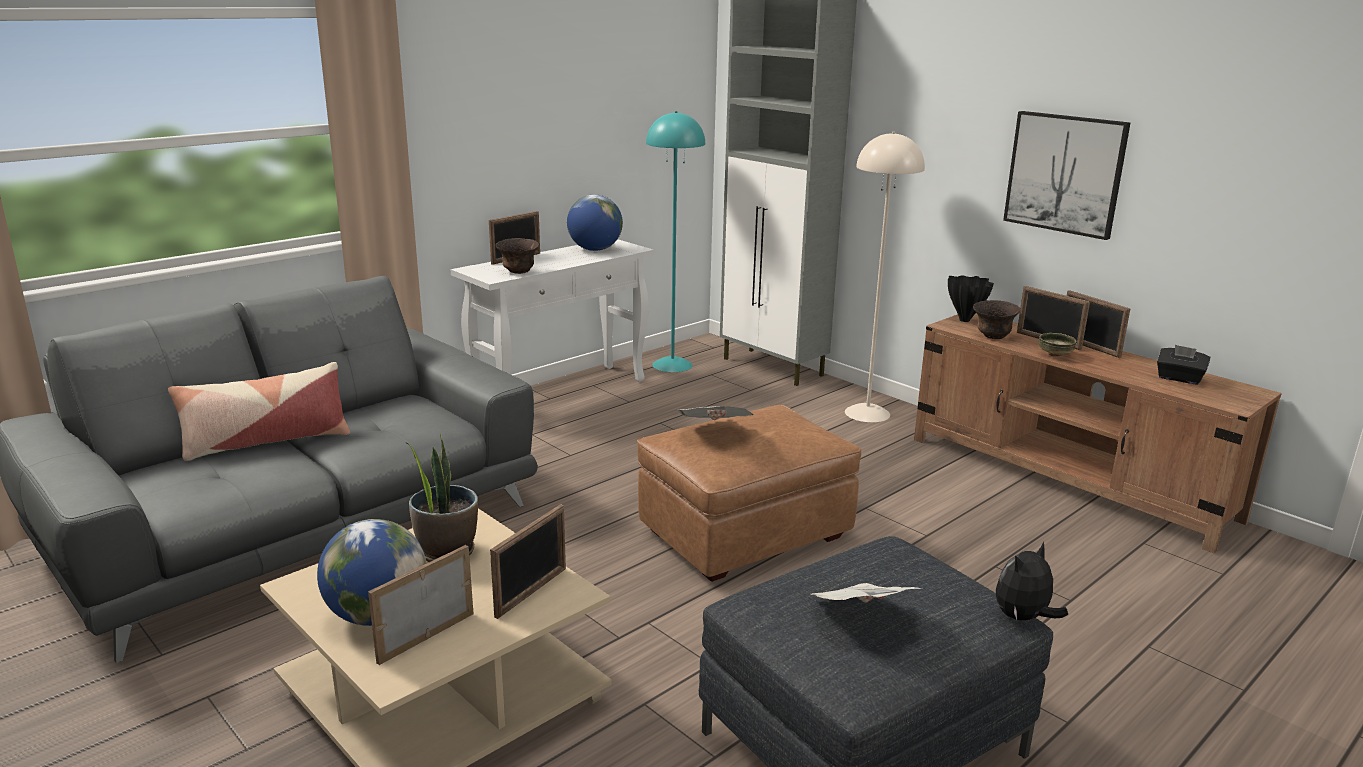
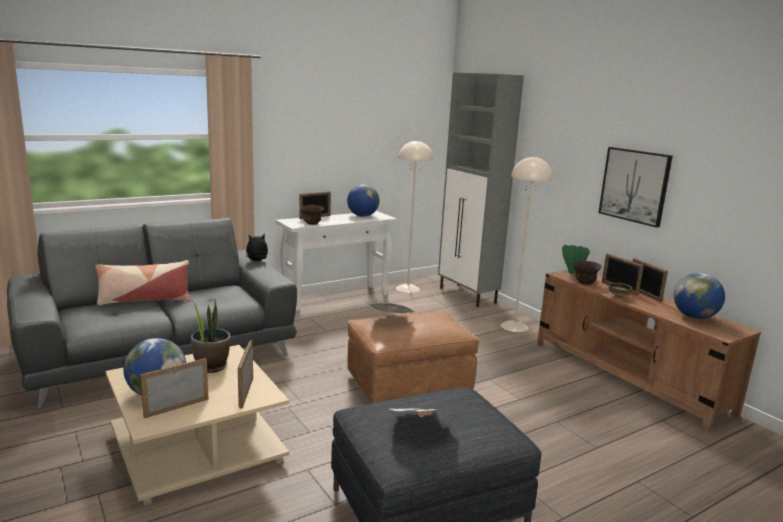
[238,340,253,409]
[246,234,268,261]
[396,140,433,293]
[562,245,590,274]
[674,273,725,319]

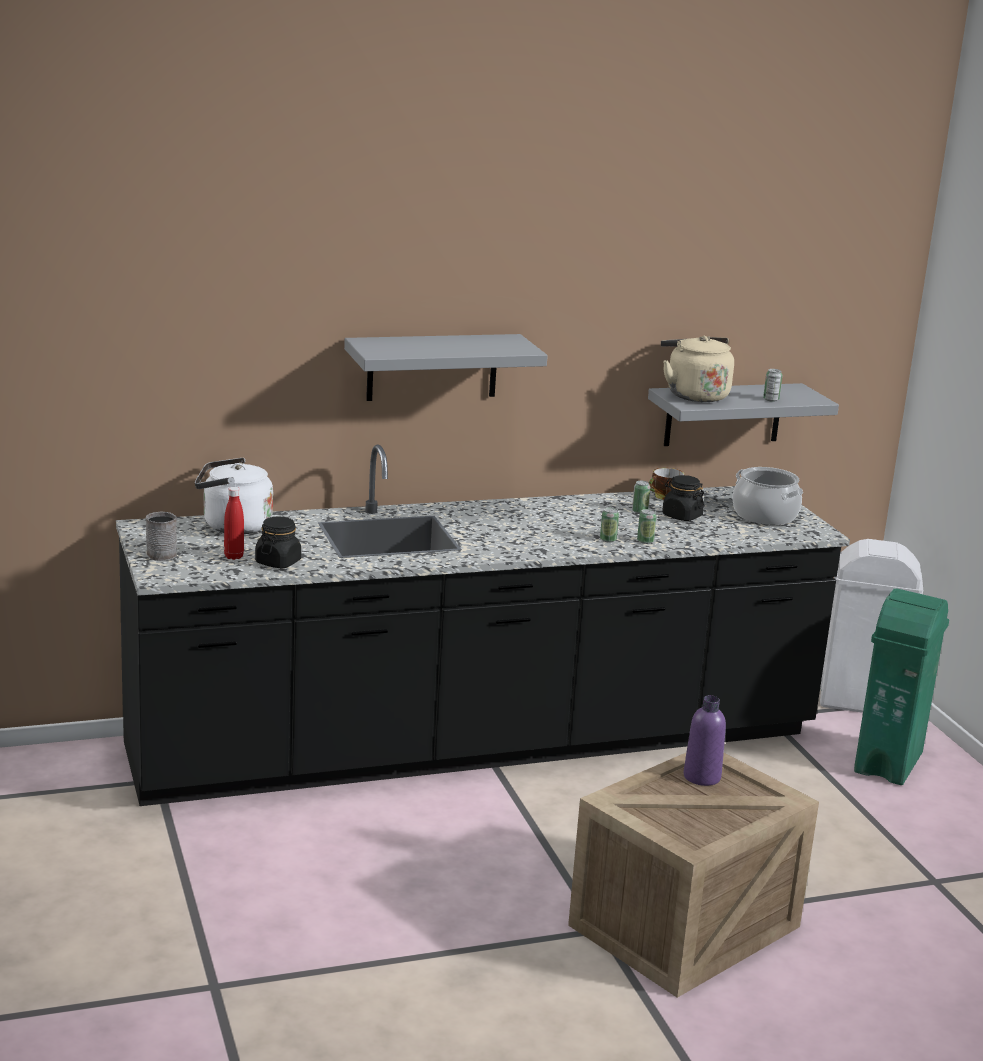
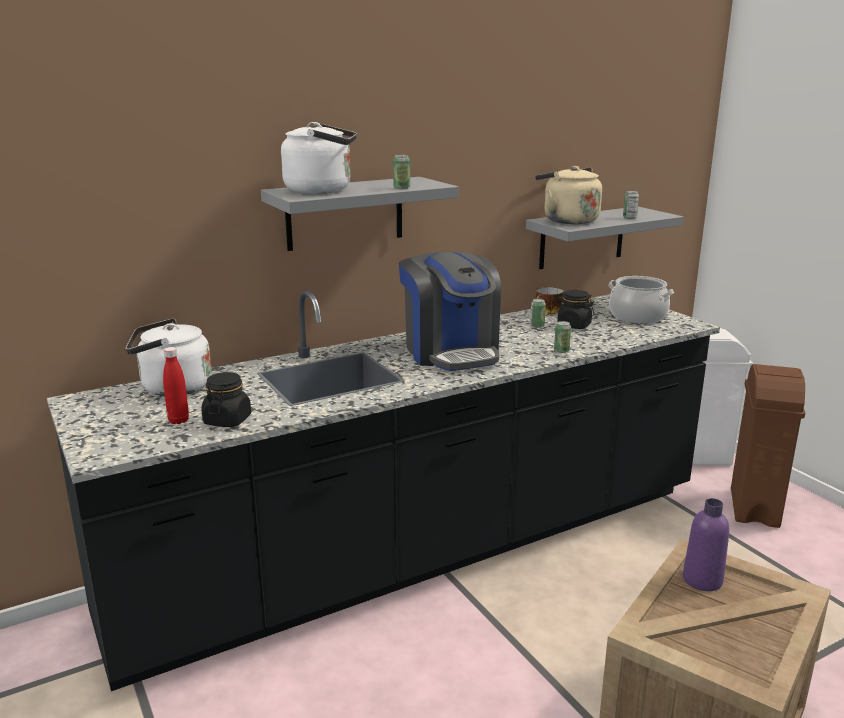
[281,122,357,194]
[393,155,410,189]
[399,252,501,371]
[731,364,805,528]
[146,512,177,561] (first image)

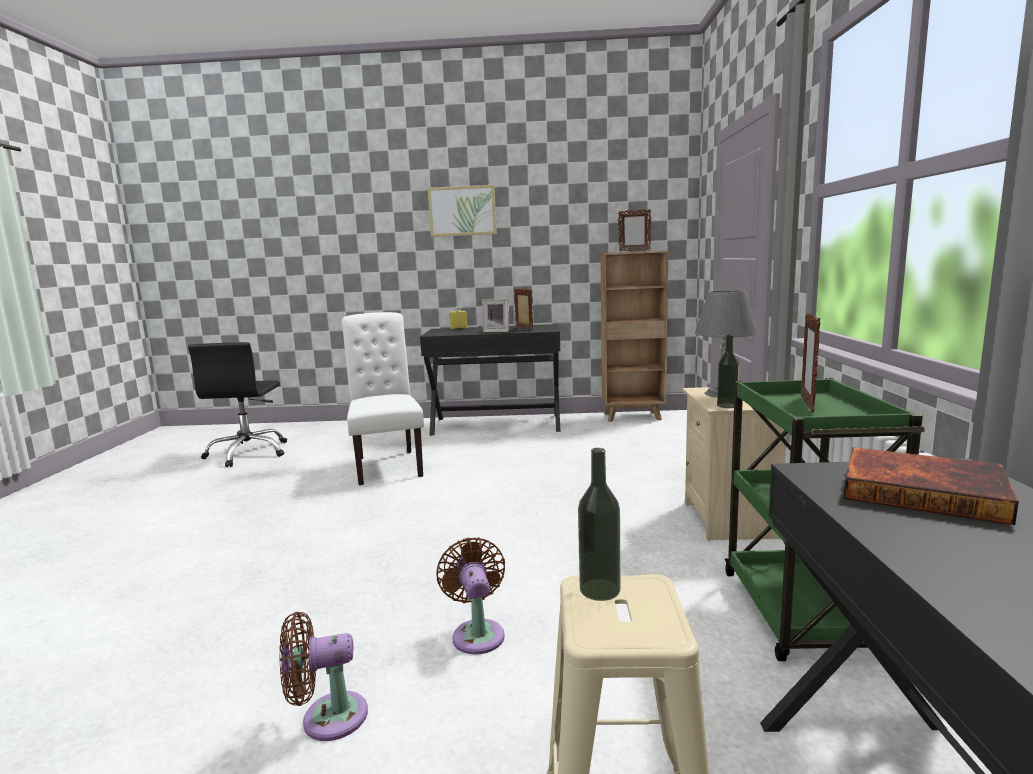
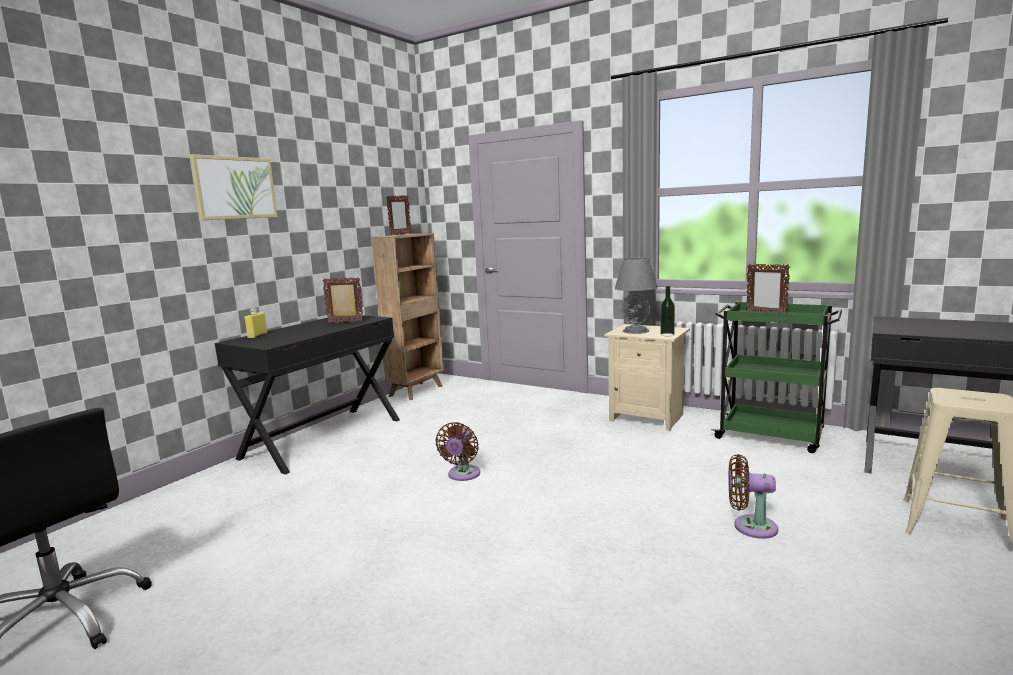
[436,422,480,481]
[341,312,424,485] (first image)
[482,299,509,332] (first image)
[578,448,620,601] (first image)
[844,447,1019,525] (first image)

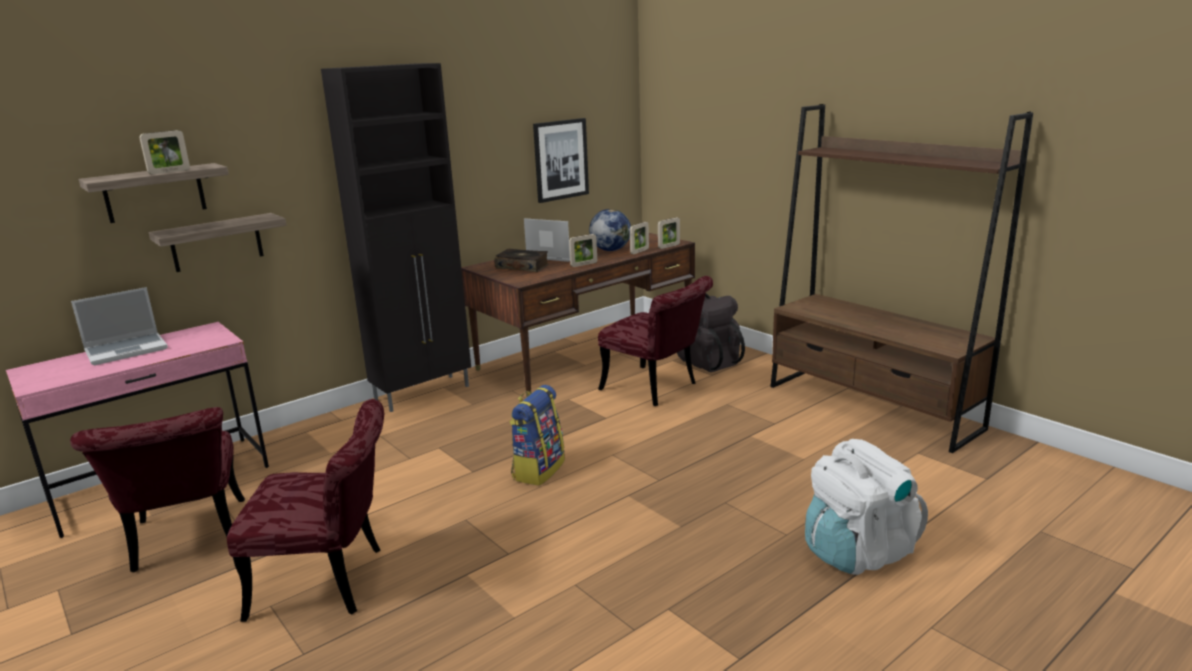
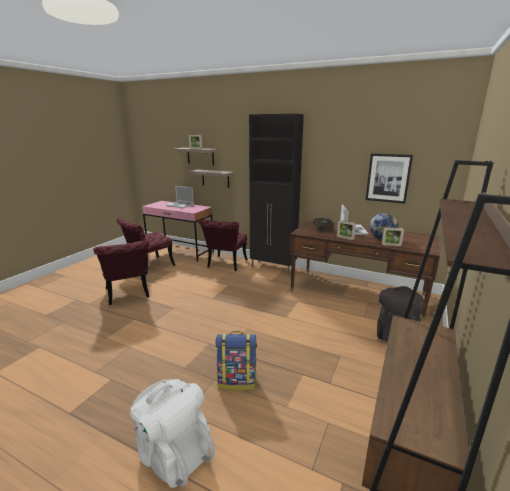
[198,219,247,271]
[215,331,257,391]
[658,217,680,249] (first image)

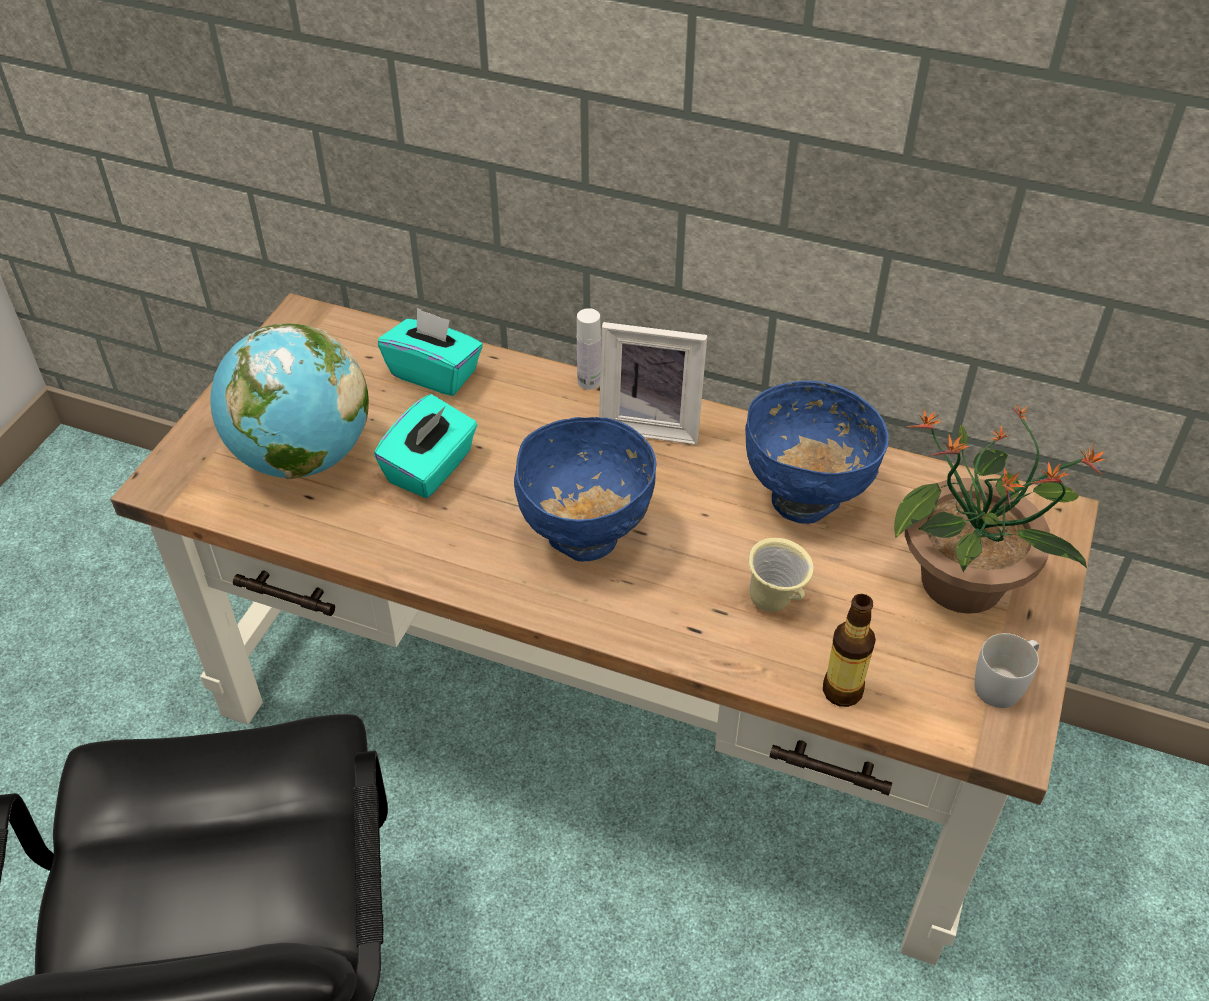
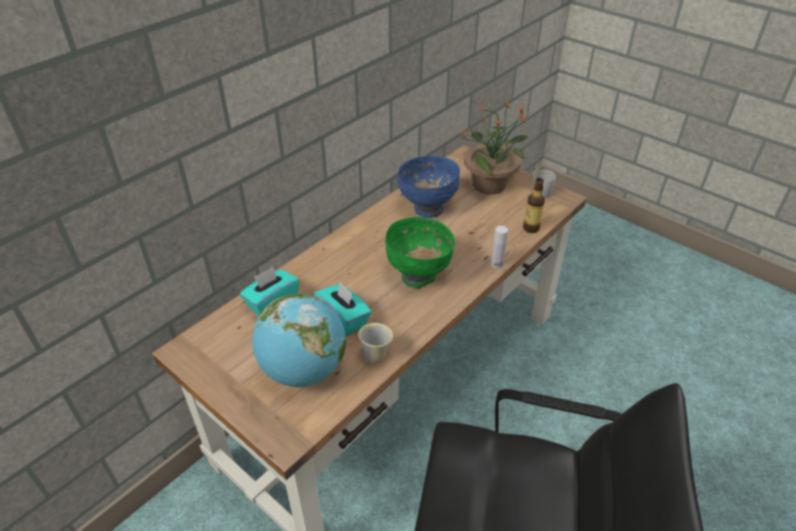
[358,323,393,363]
[386,217,455,288]
[491,226,508,269]
[599,322,707,445] (first image)

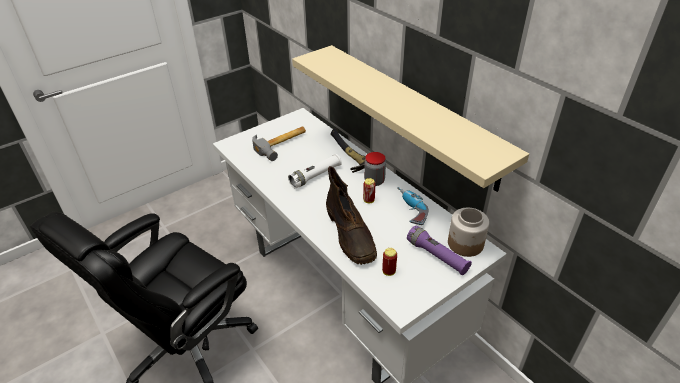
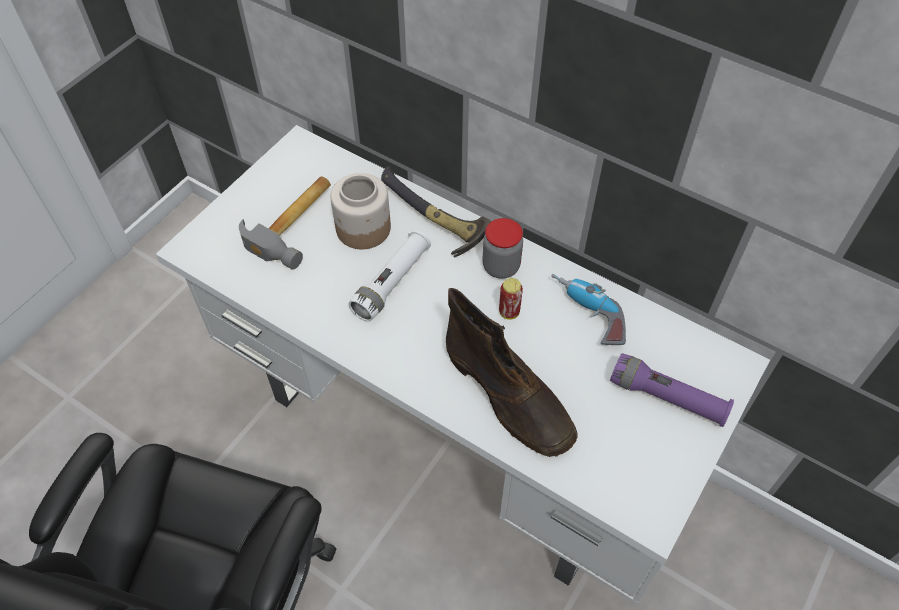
[330,173,391,249]
[292,45,529,192] (first image)
[382,248,397,276] (first image)

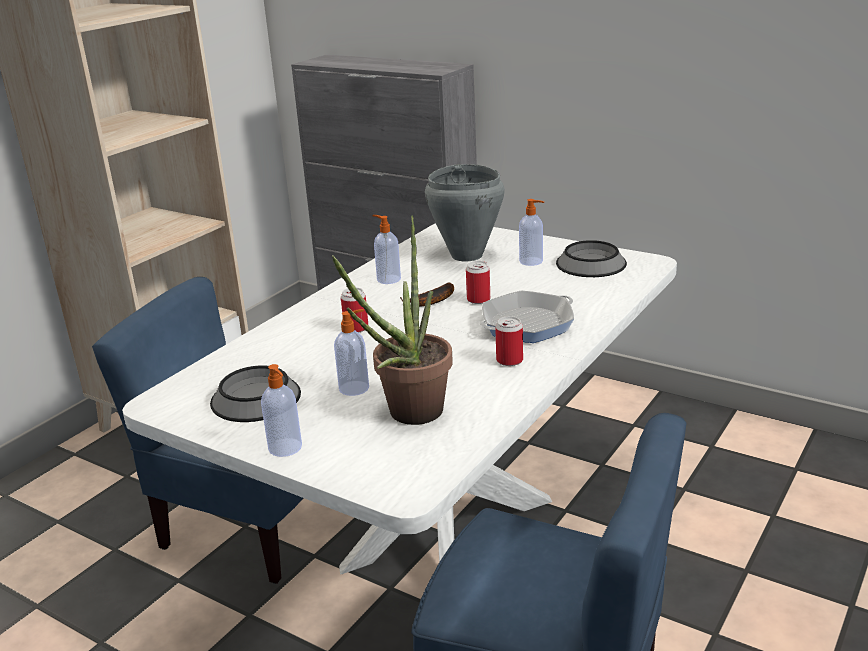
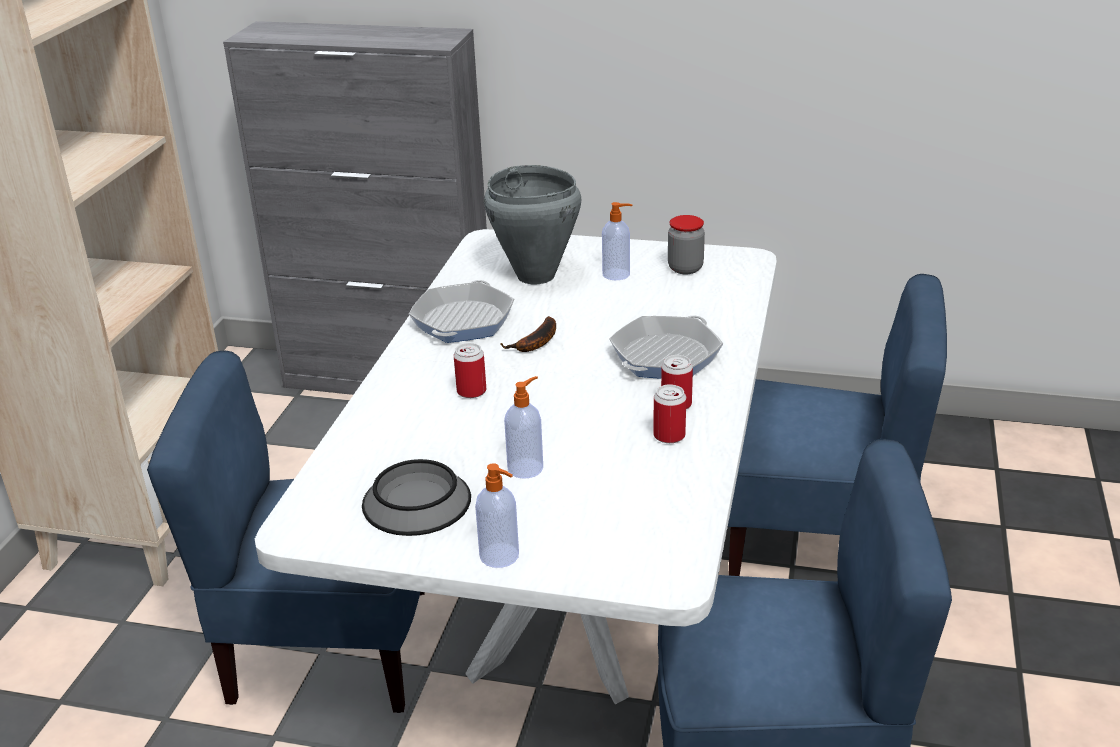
[409,280,514,343]
[653,384,686,443]
[668,215,705,274]
[728,274,947,576]
[332,215,453,425] (first image)

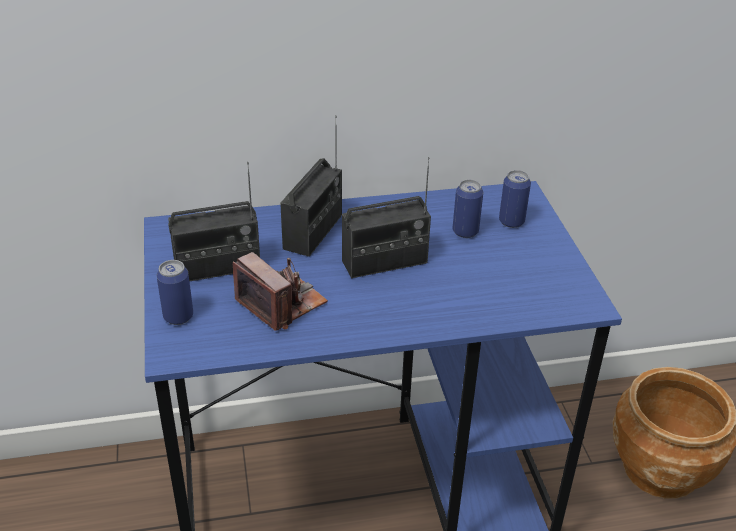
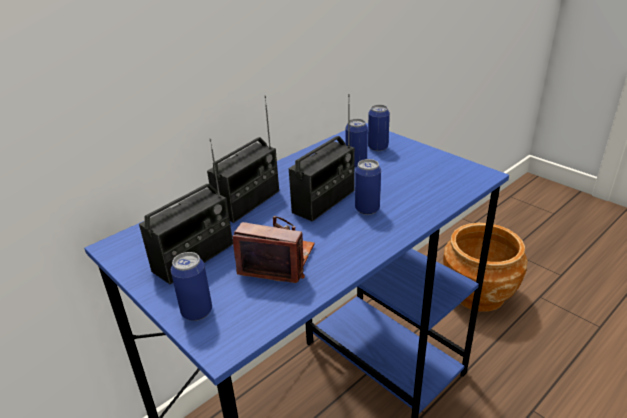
[207,95,279,223]
[355,159,381,215]

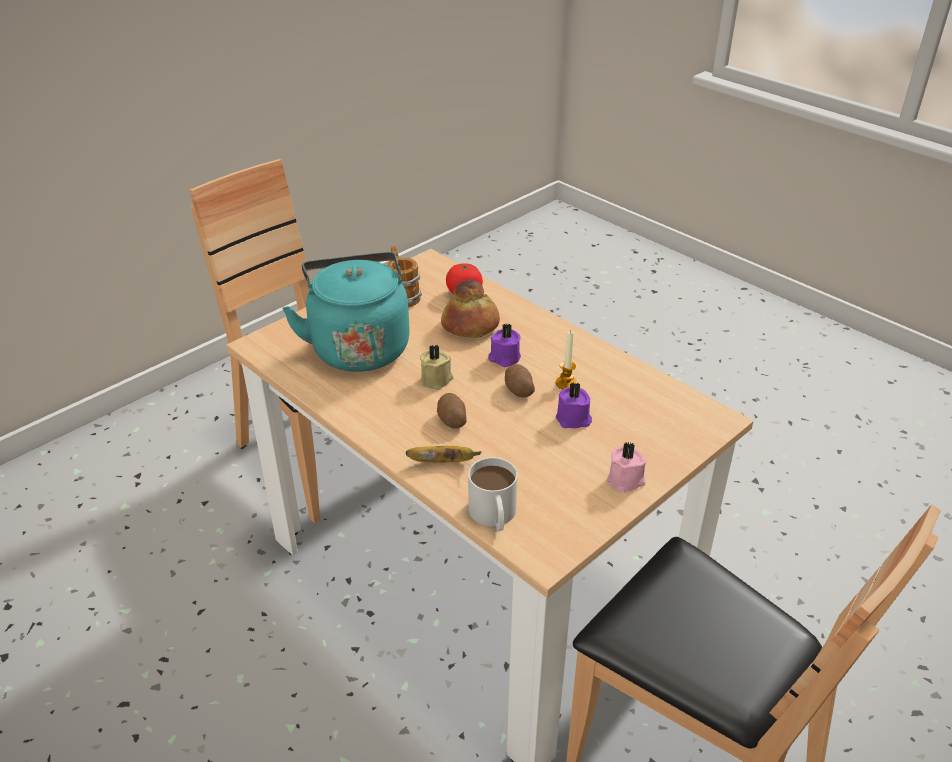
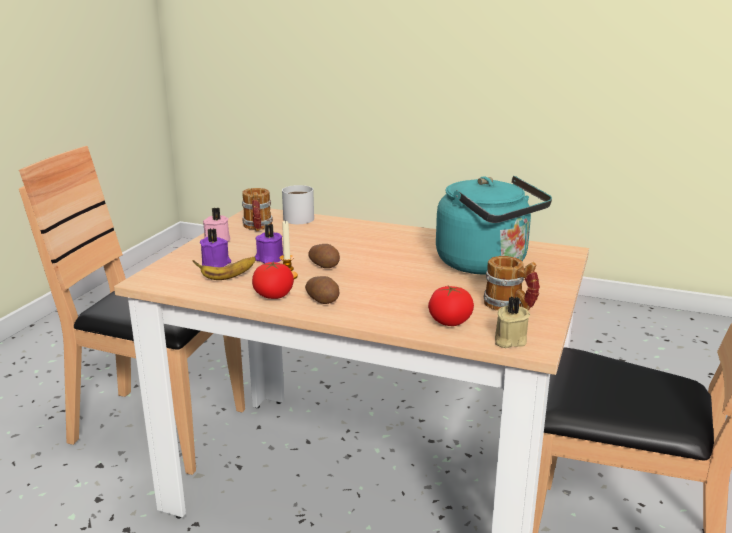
[192,257,256,280]
[200,229,231,267]
[242,188,273,231]
[252,261,294,299]
[305,276,340,304]
[495,296,530,348]
[441,279,500,338] (first image)

